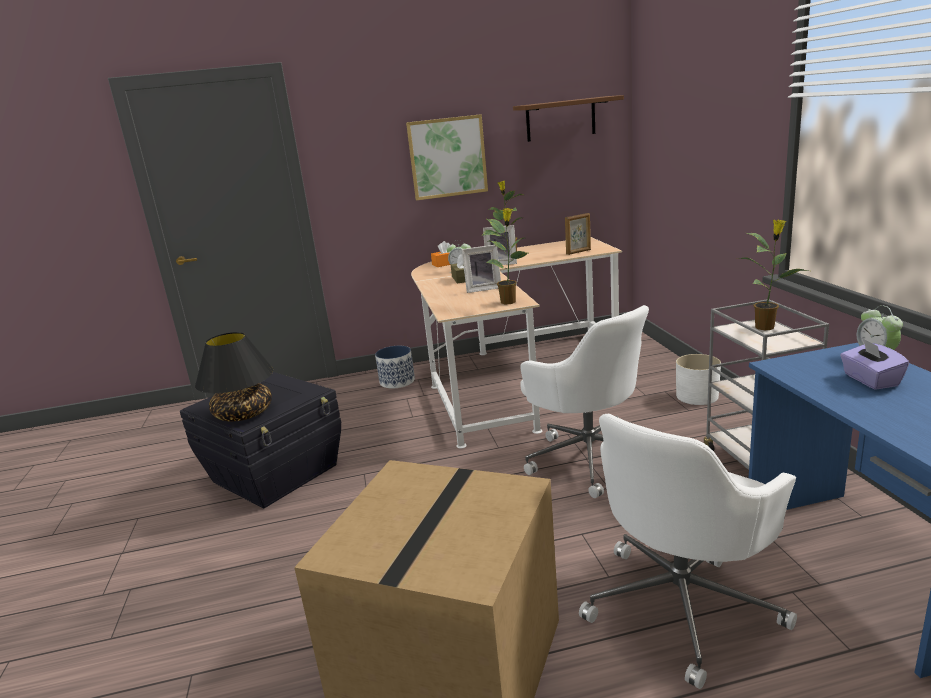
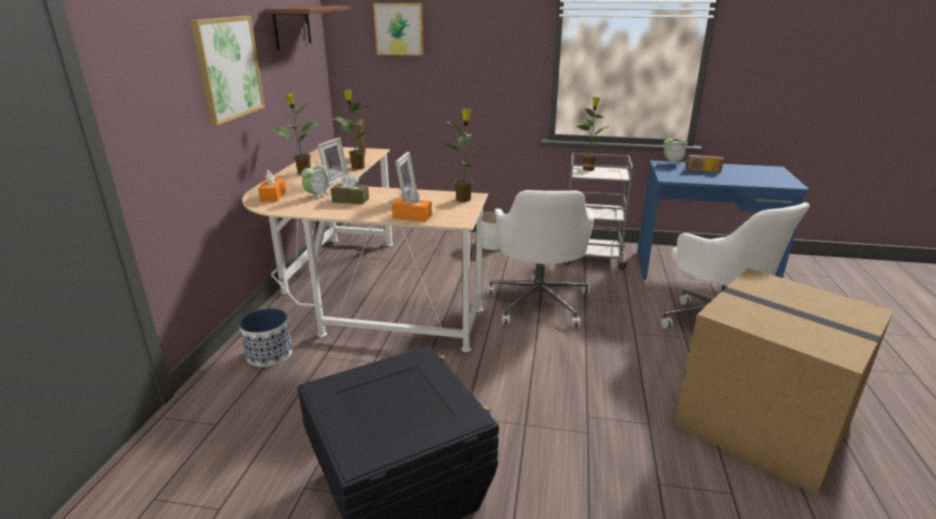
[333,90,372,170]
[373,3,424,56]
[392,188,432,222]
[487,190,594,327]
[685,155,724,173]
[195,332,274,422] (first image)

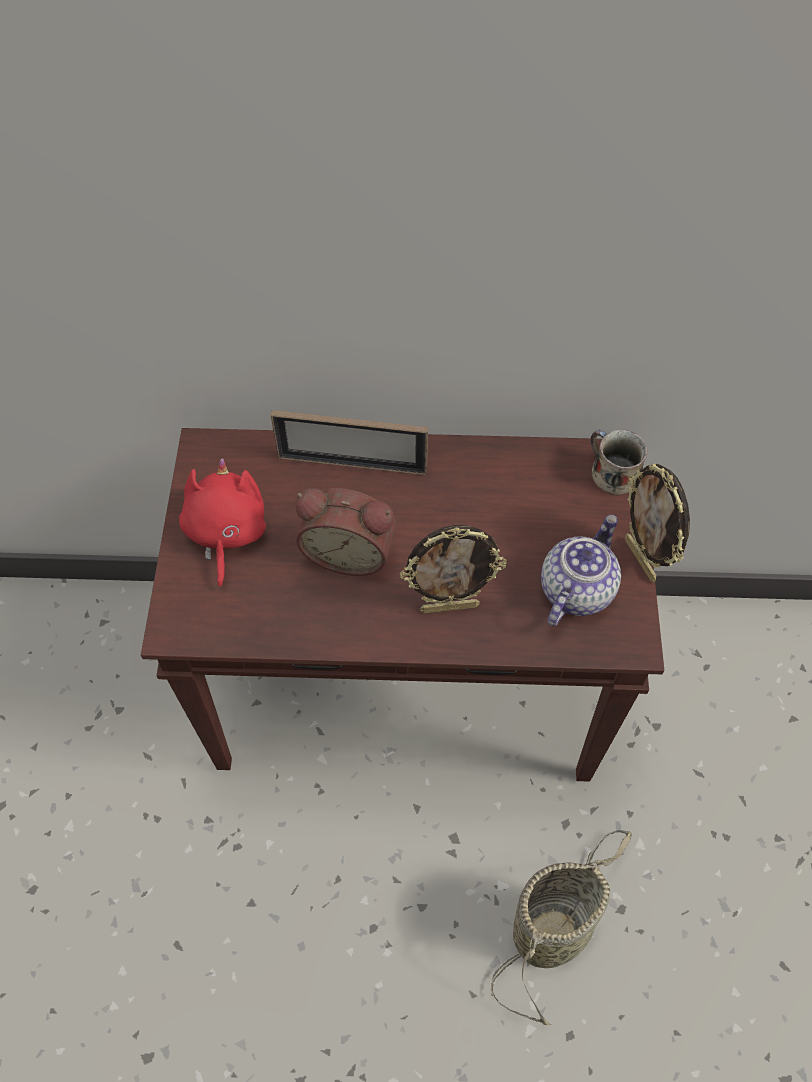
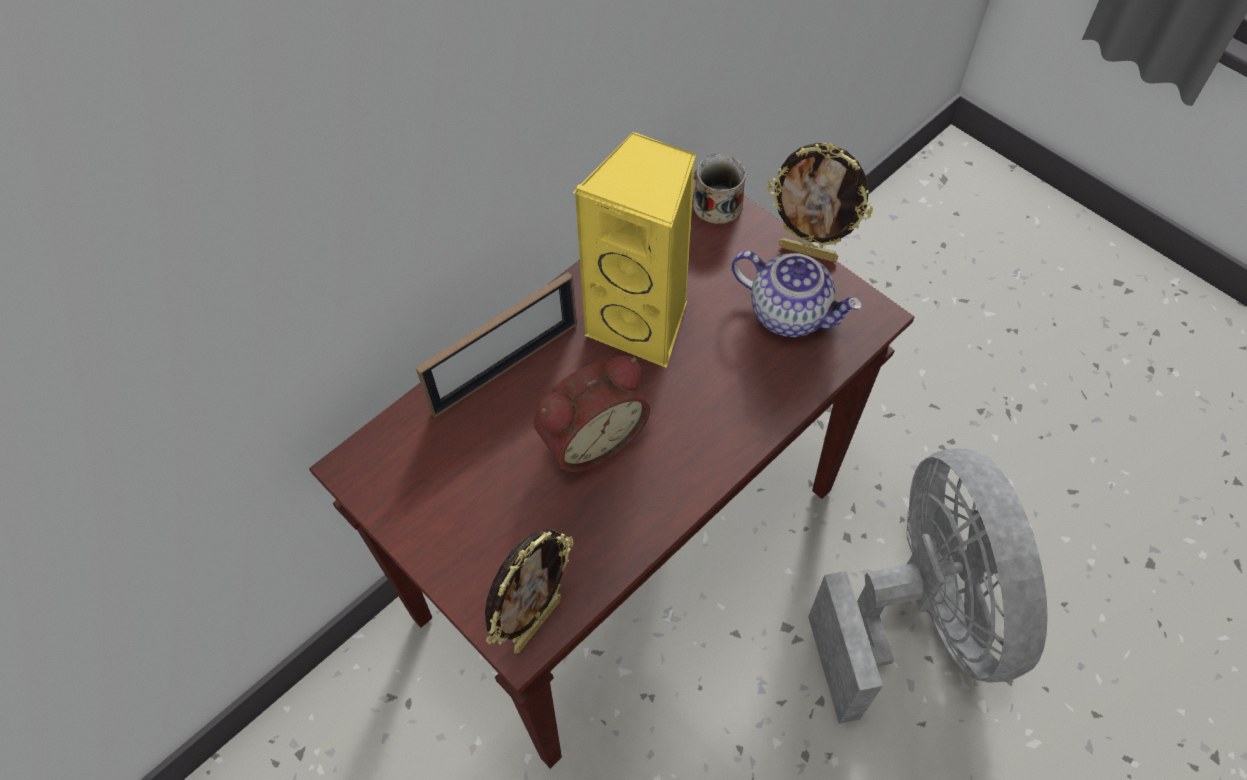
[485,528,574,654]
[573,131,696,368]
[731,251,862,337]
[808,448,1048,724]
[179,458,266,588] (first image)

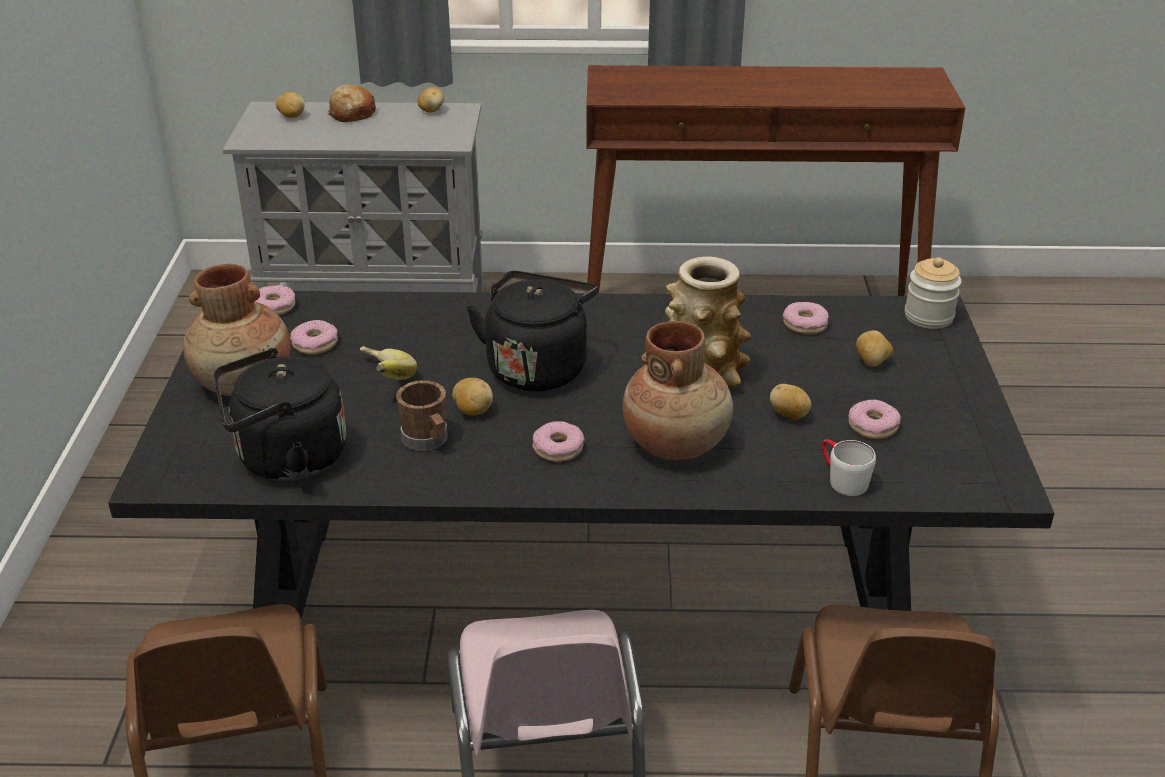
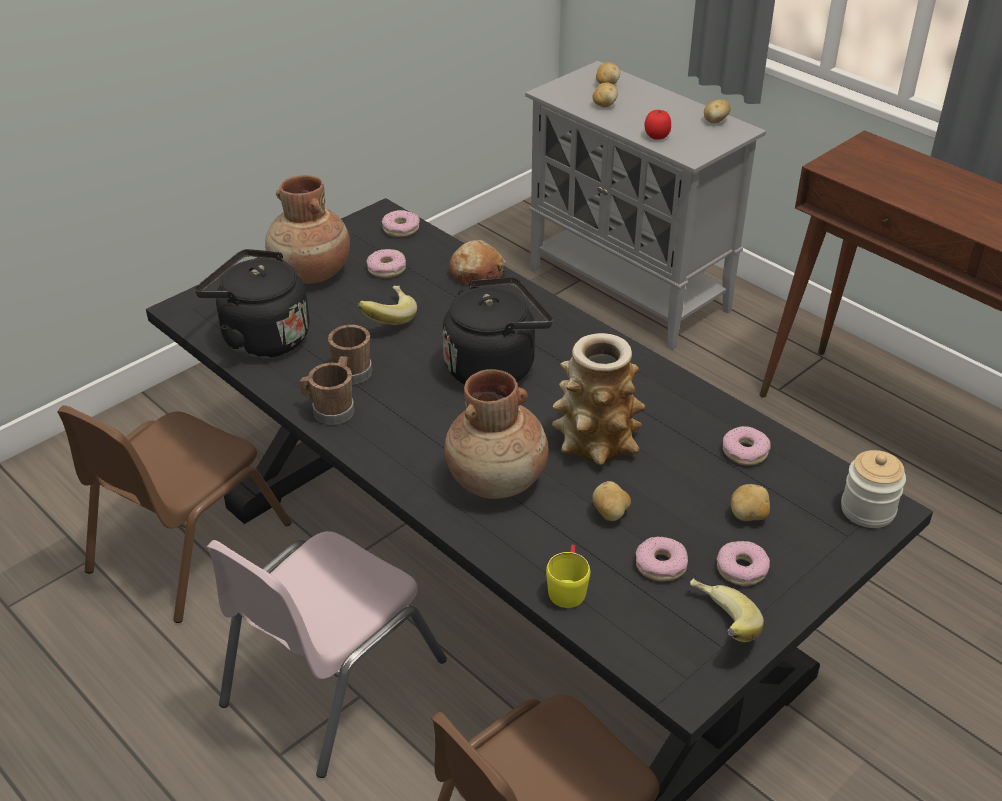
[299,363,355,425]
[449,240,506,285]
[546,544,590,608]
[593,82,618,107]
[644,109,671,140]
[690,578,764,642]
[716,541,770,586]

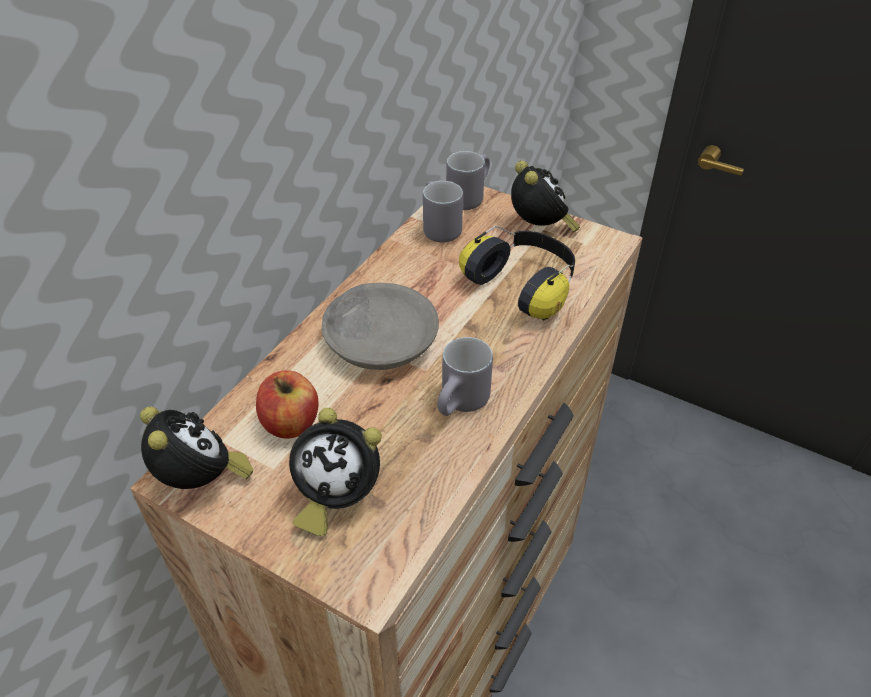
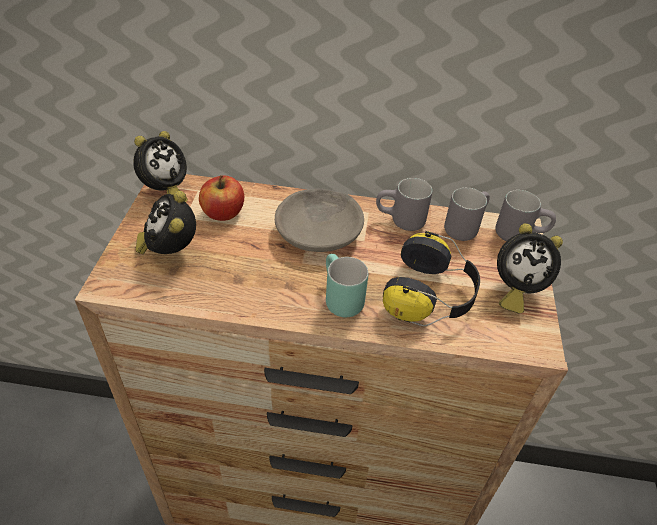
[326,254,368,318]
[376,178,432,231]
[497,223,563,313]

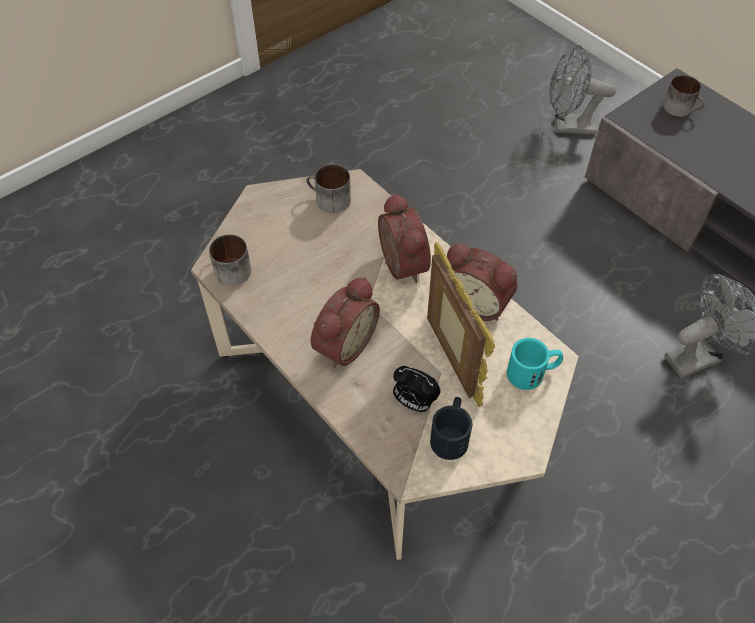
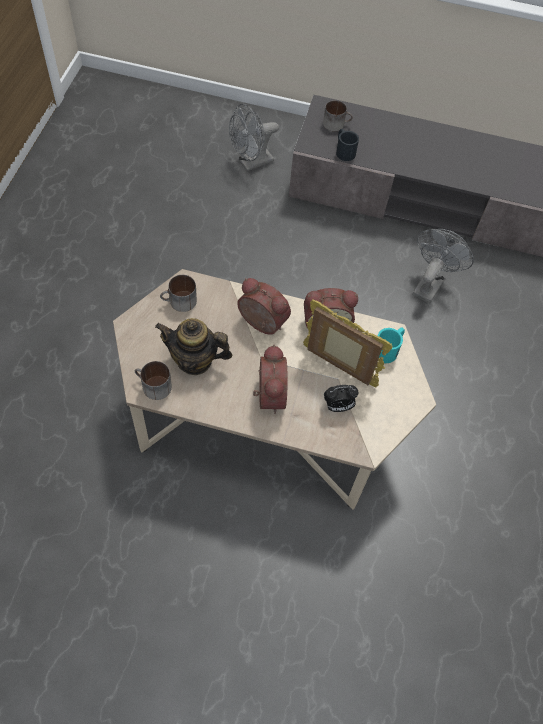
[155,318,233,375]
[336,129,359,161]

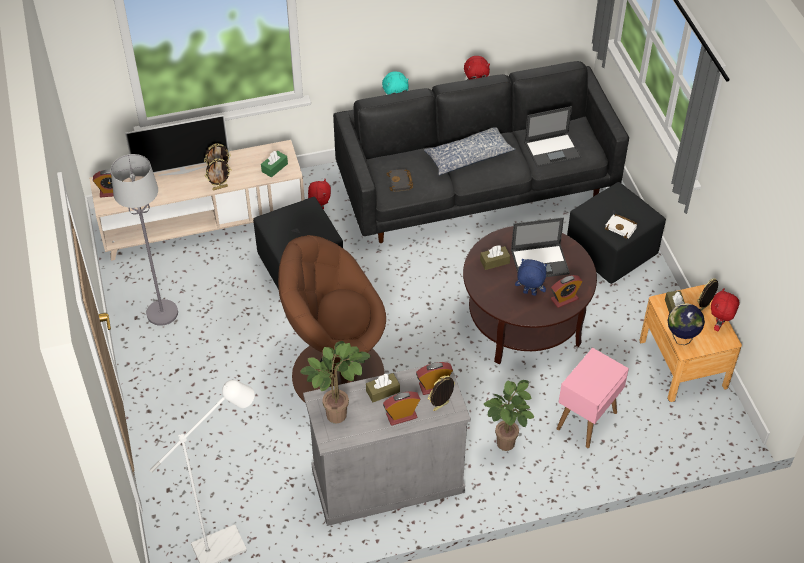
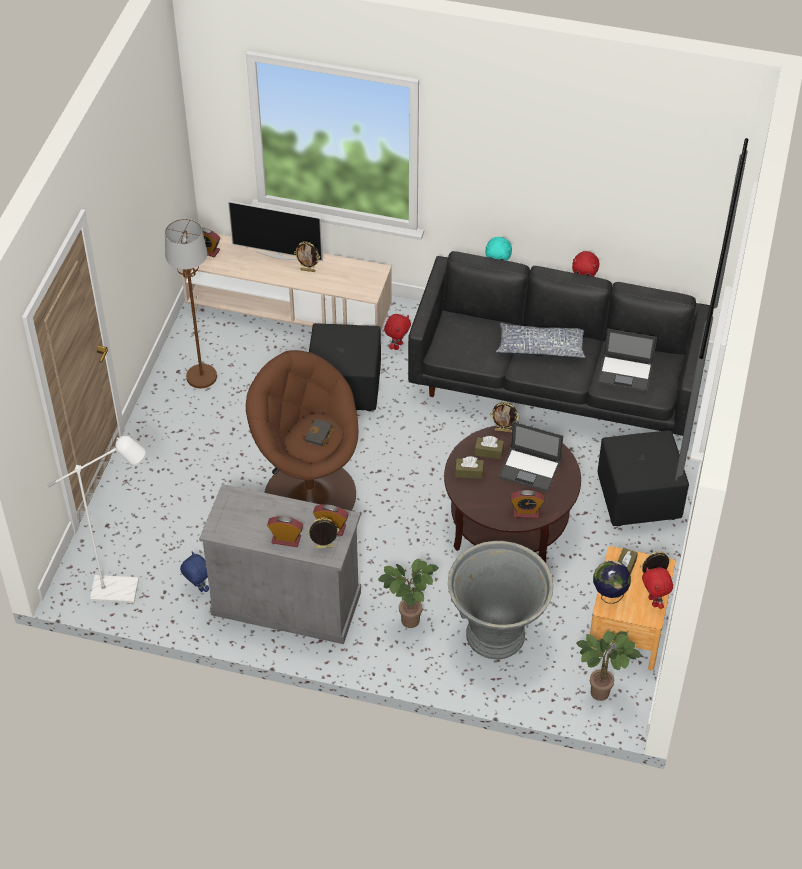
[165,219,217,388]
[180,552,209,592]
[302,419,335,447]
[448,541,554,659]
[455,456,484,479]
[490,402,519,432]
[576,631,641,701]
[642,567,673,609]
[261,151,288,178] (first image)
[605,214,637,239] (first image)

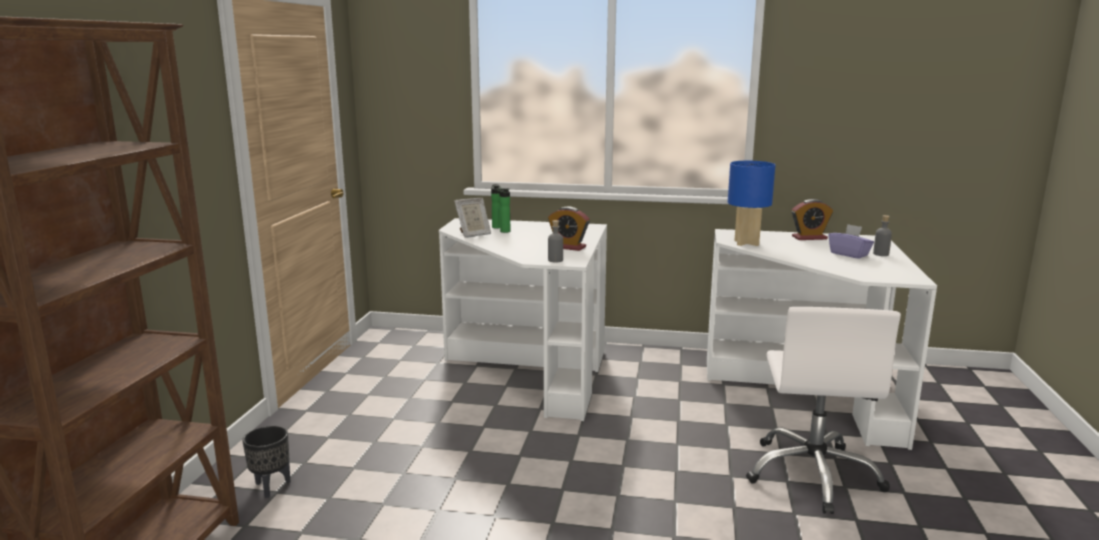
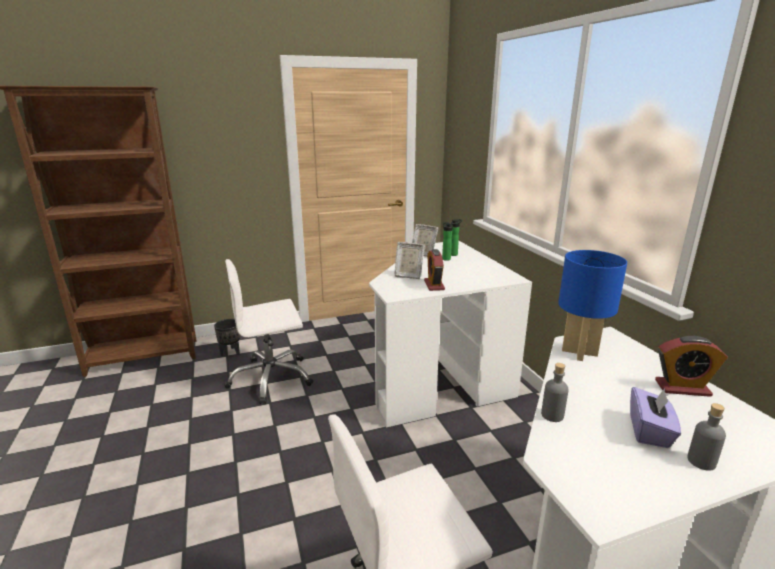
[224,259,313,404]
[394,242,425,279]
[541,363,569,422]
[655,336,728,397]

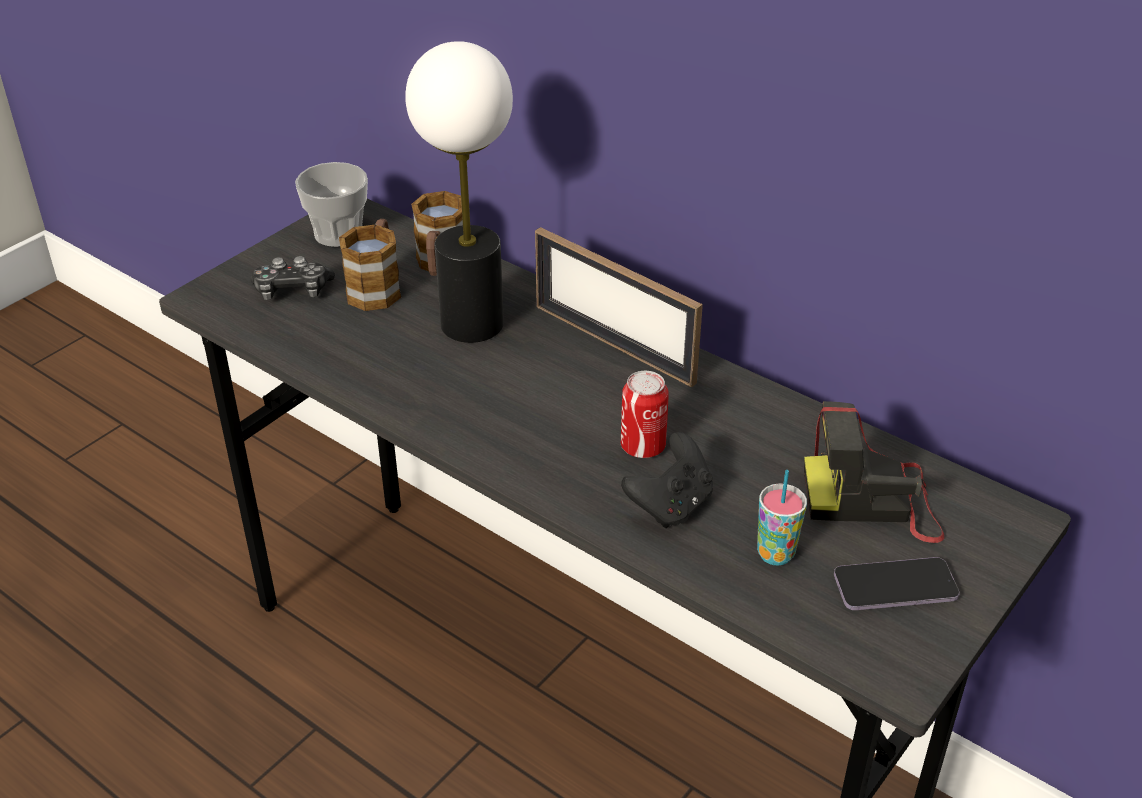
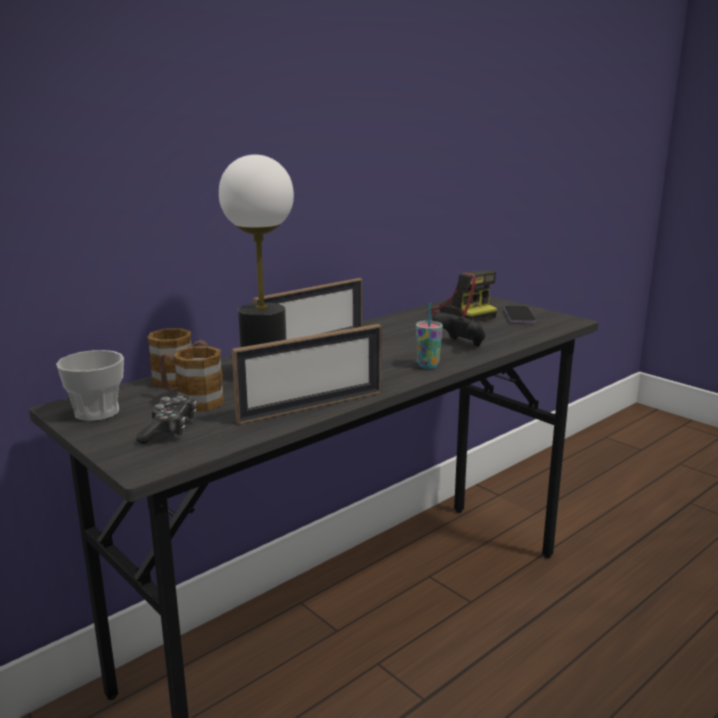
[232,324,382,424]
[416,303,443,369]
[427,270,497,322]
[621,371,669,458] (first image)

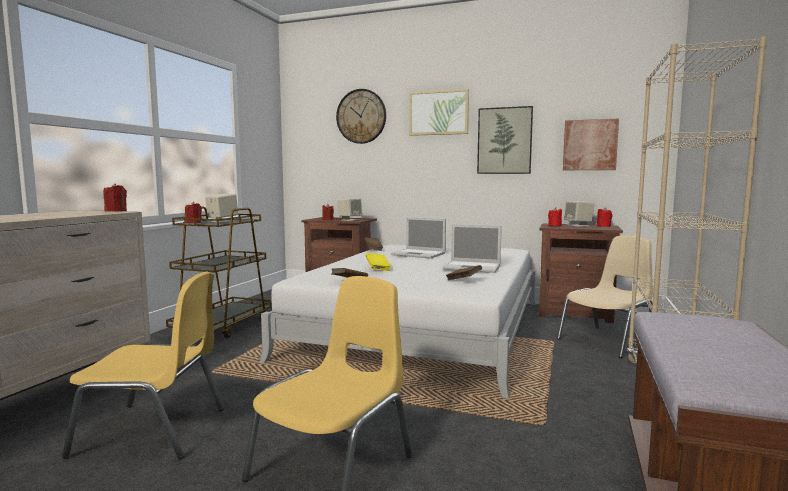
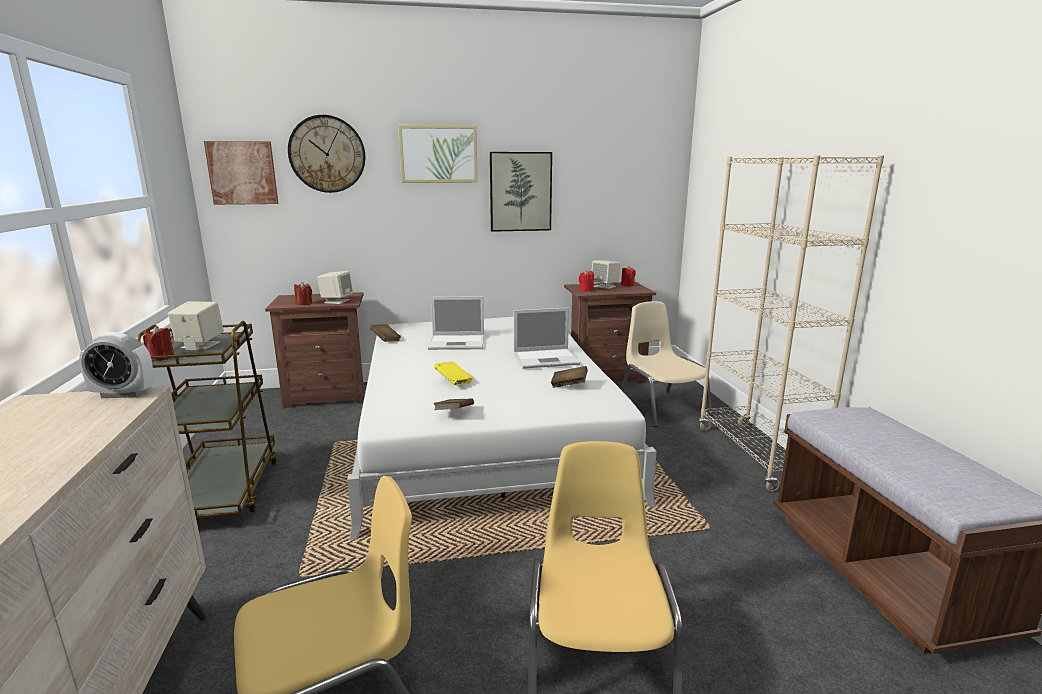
[79,332,153,398]
[204,141,278,205]
[621,301,713,427]

